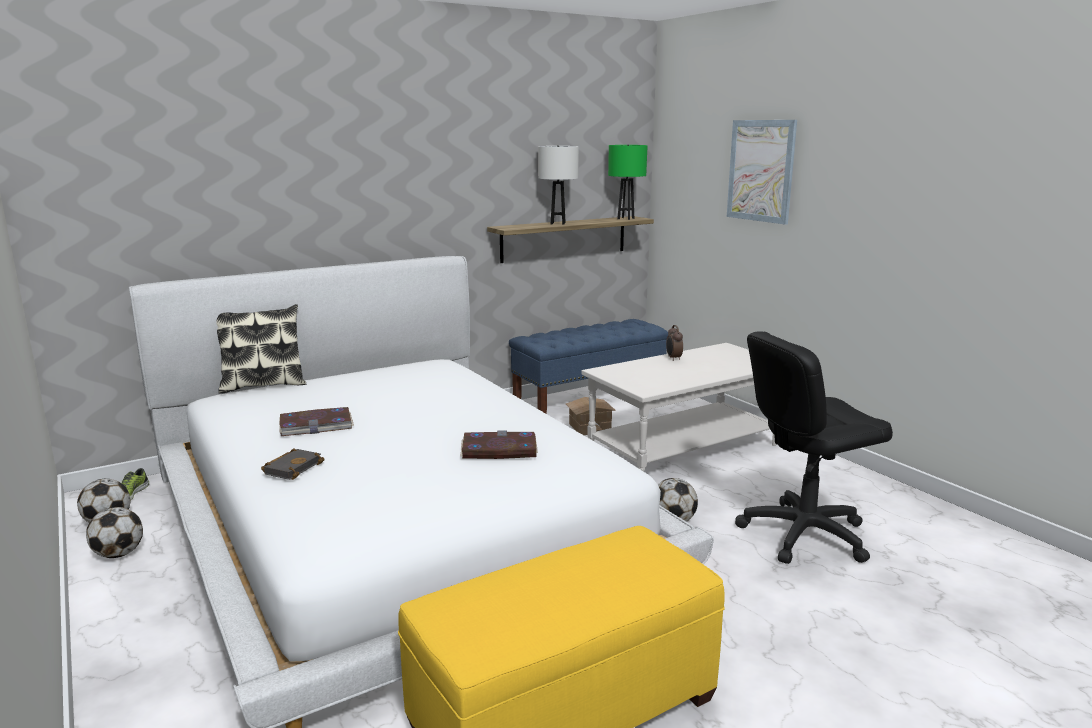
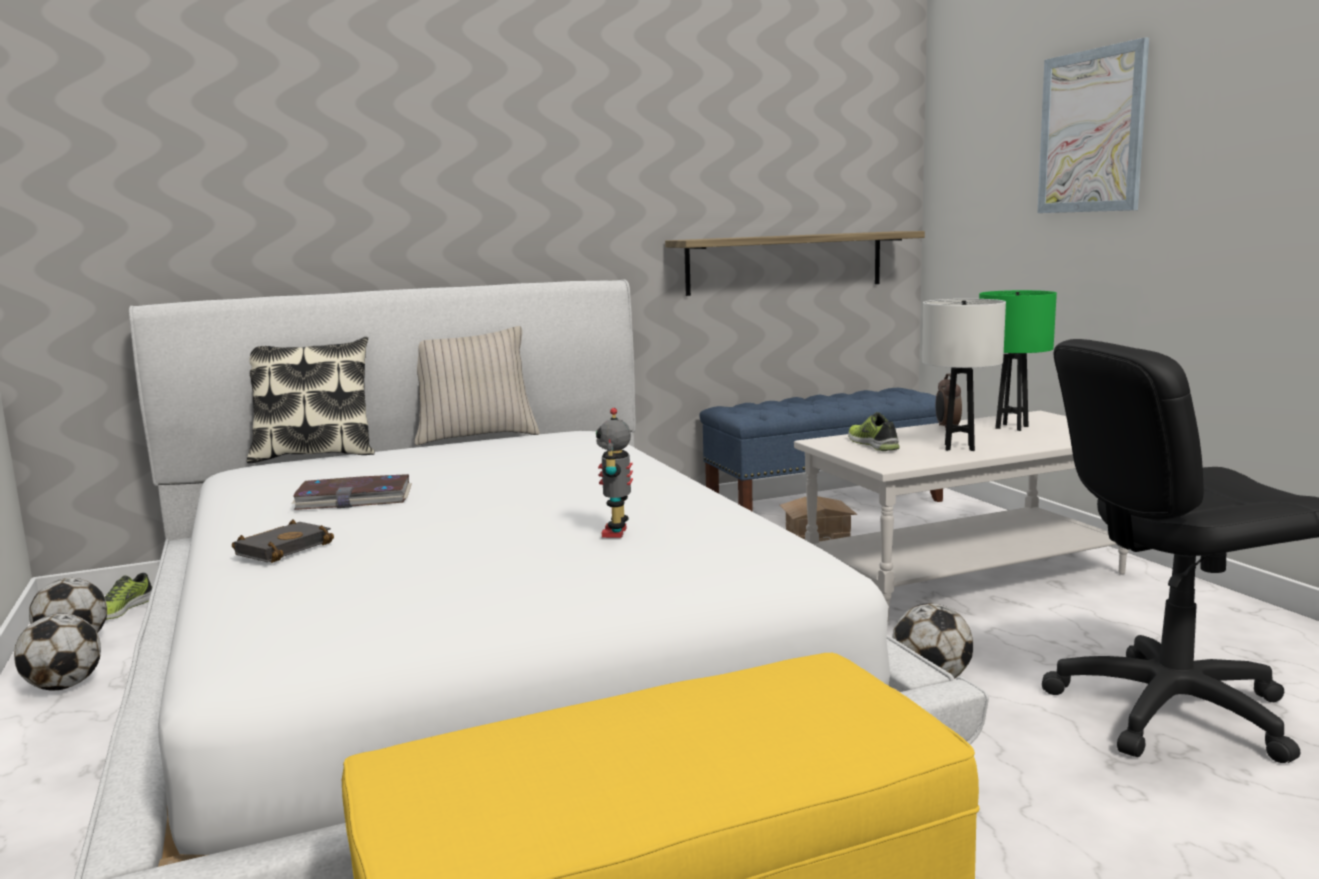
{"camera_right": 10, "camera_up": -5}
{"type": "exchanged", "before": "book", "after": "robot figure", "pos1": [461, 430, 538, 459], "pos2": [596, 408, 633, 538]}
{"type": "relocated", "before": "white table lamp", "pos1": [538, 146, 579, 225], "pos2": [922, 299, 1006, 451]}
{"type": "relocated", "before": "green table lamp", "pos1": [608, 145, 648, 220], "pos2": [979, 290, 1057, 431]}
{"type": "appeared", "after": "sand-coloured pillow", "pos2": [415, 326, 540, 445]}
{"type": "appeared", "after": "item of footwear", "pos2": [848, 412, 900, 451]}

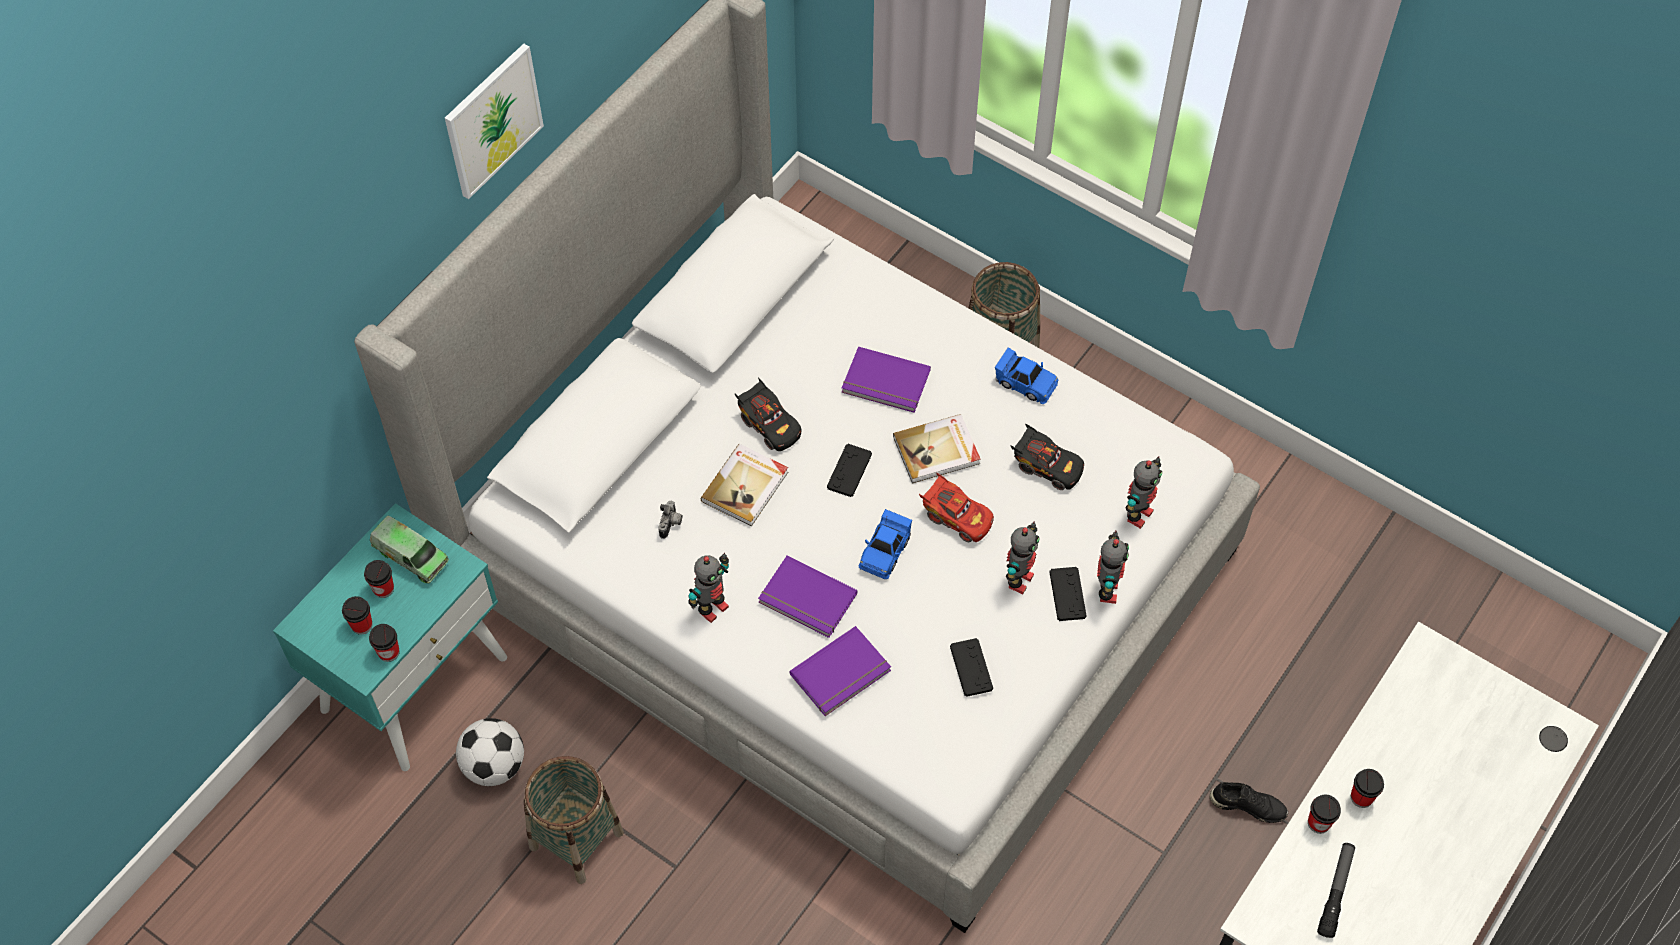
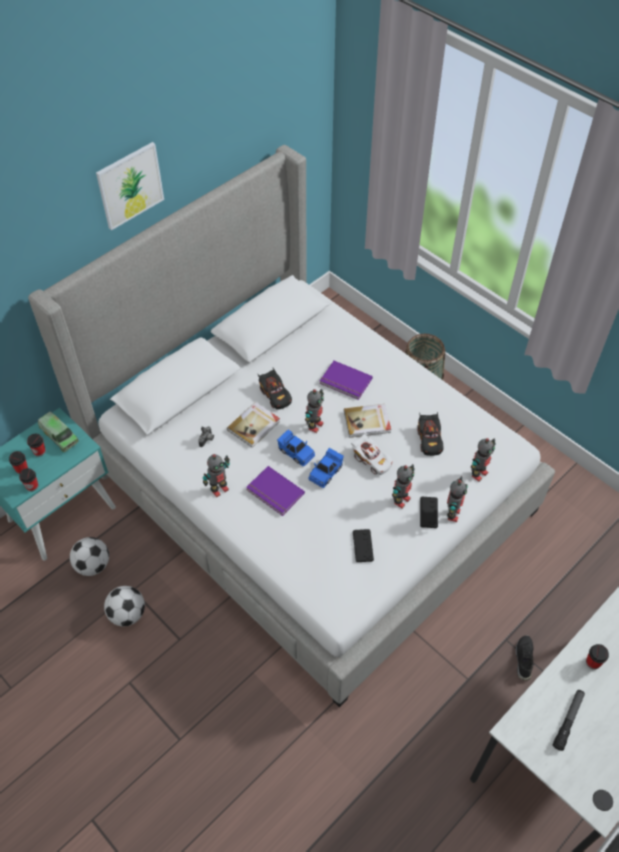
{"camera_right": 10, "camera_up": -5}
{"type": "exchanged", "before": "storage basket", "after": "football", "pos1": [523, 756, 624, 884], "pos2": [104, 586, 145, 626]}
{"type": "missing", "before": "purple-coloured book", "pos1": [789, 626, 891, 716]}
{"type": "exchanged", "before": "blackish gamepad", "after": "robot figure", "pos1": [827, 444, 872, 497], "pos2": [305, 388, 324, 433]}
{"type": "colour", "before": "red model car", "after": "white model car", "pos1": [919, 472, 994, 542], "pos2": [351, 432, 393, 475]}
{"type": "relocated", "before": "blue model car", "pos1": [995, 348, 1058, 404], "pos2": [277, 429, 315, 466]}
{"type": "spun", "before": "blackish model car", "pos1": [1010, 424, 1084, 490], "pos2": [417, 412, 443, 456], "turn": 45}
{"type": "spun", "before": "blackish item of footwear", "pos1": [1210, 782, 1288, 823], "pos2": [515, 635, 534, 681], "turn": -105}
{"type": "missing", "before": "small cup", "pos1": [1308, 795, 1341, 834]}

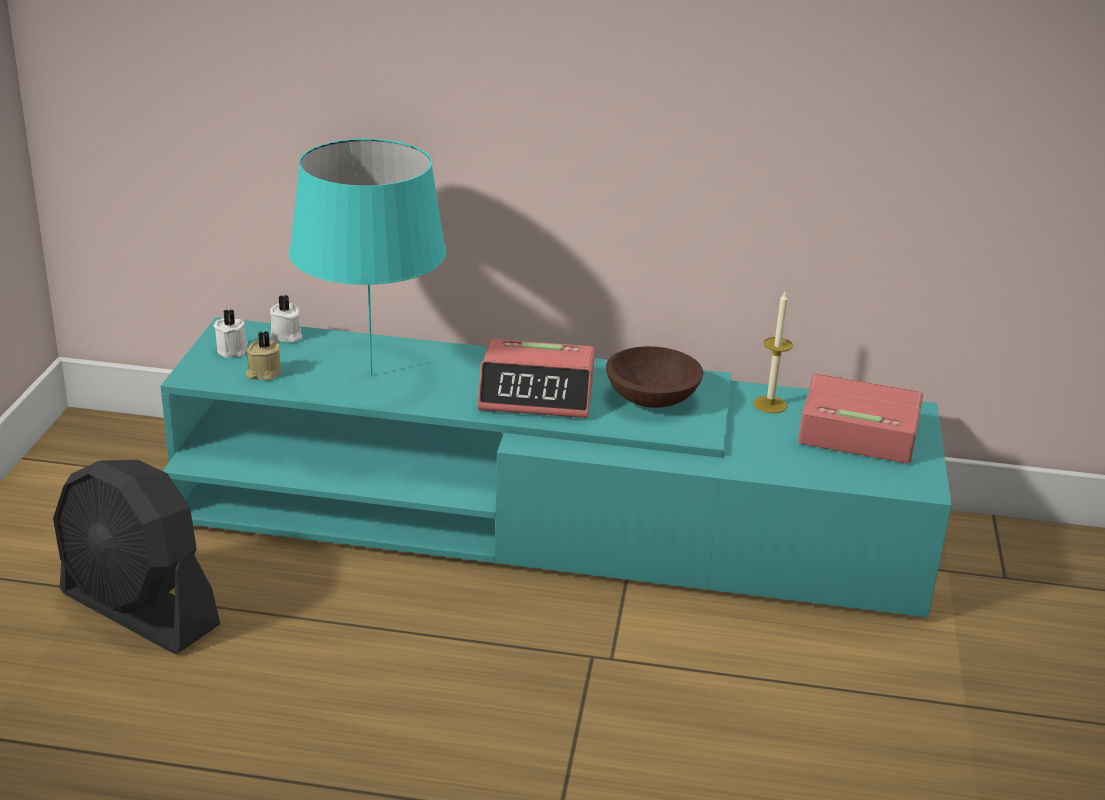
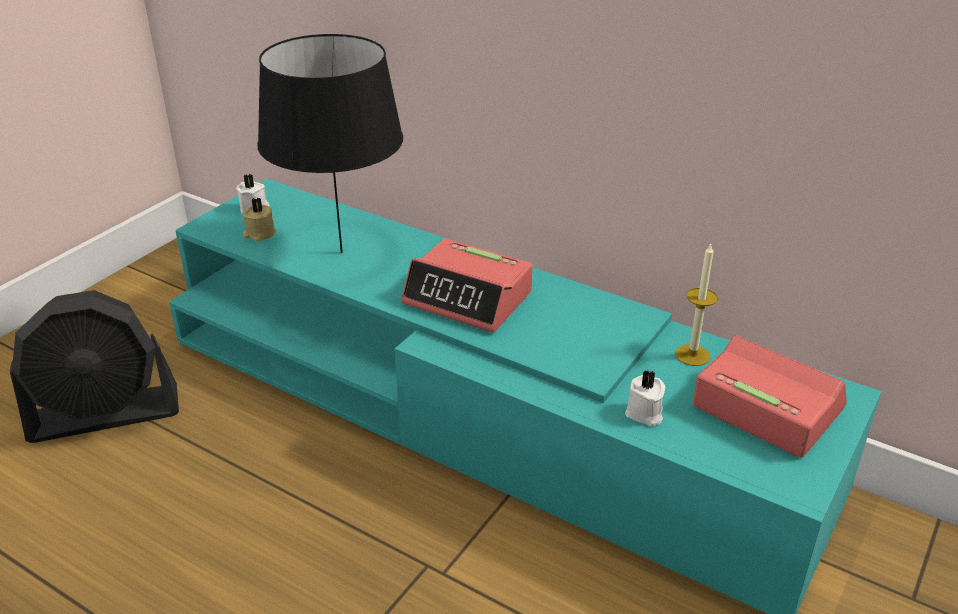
{"camera_right": 25, "camera_up": 5}
{"type": "spun", "before": "blackish fan", "pos1": [53, 460, 220, 654], "pos2": [10, 290, 179, 443], "turn": -75}
{"type": "relocated", "before": "white wax candle", "pos1": [270, 295, 302, 343], "pos2": [625, 370, 665, 426]}
{"type": "colour", "before": "blue-green table lamp", "after": "blackish table lamp", "pos1": [289, 139, 446, 376], "pos2": [257, 34, 403, 253]}
{"type": "missing", "before": "brown-coloured bowl", "pos1": [606, 346, 703, 408]}

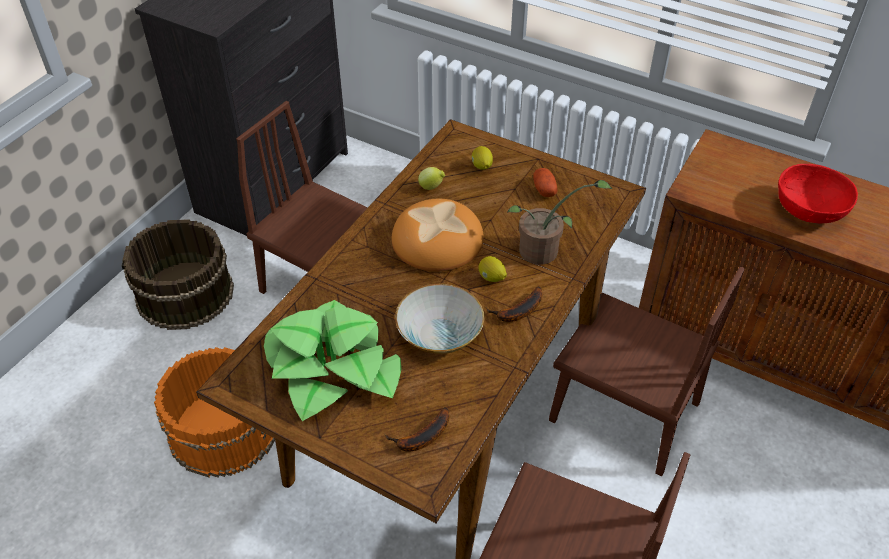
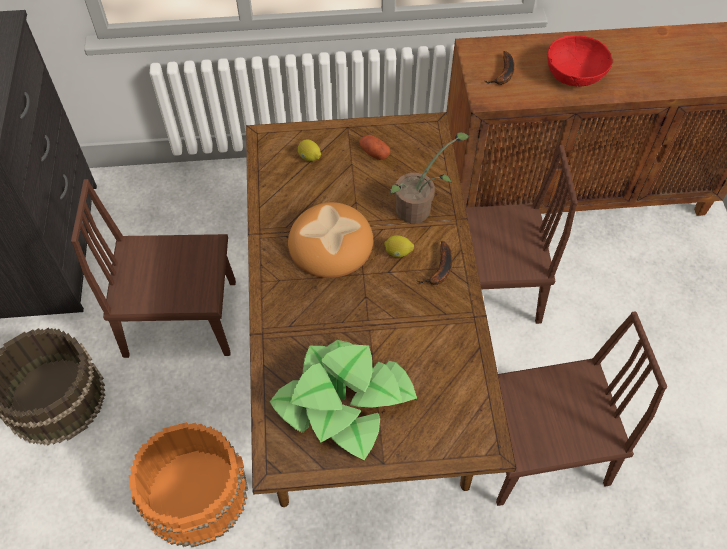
{"camera_right": -35, "camera_up": 10}
{"type": "relocated", "before": "banana fruit", "pos1": [384, 407, 450, 451], "pos2": [485, 51, 514, 85]}
{"type": "missing", "before": "bowl", "pos1": [395, 284, 484, 354]}
{"type": "missing", "before": "whole lemon", "pos1": [418, 167, 445, 190]}

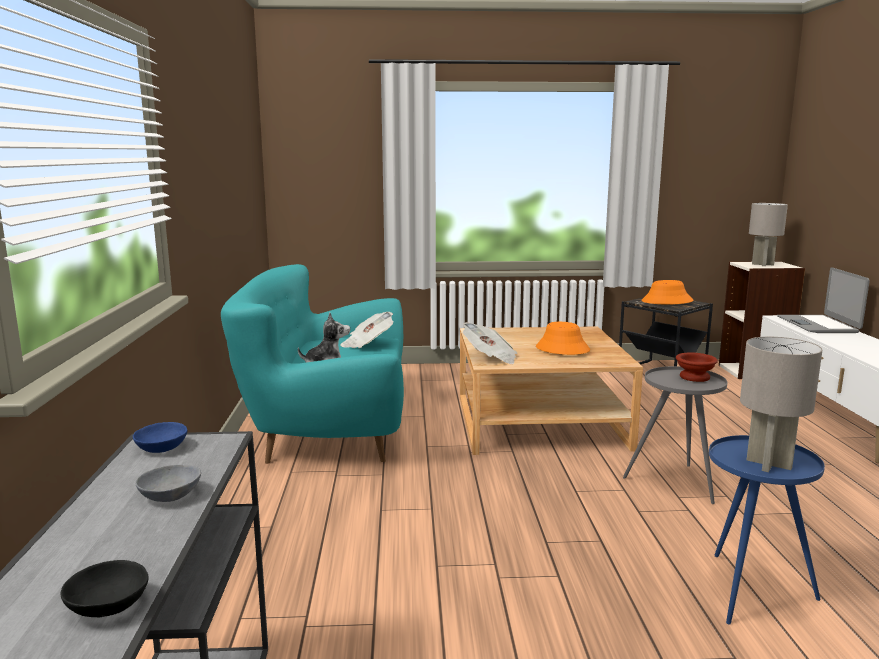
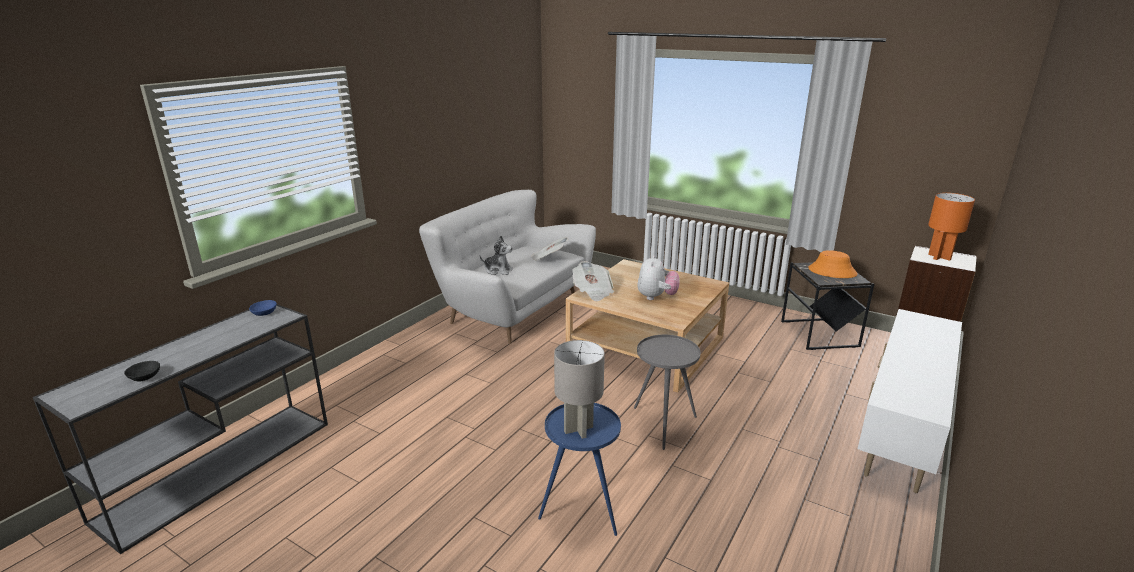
{"camera_right": 35, "camera_up": 10}
{"type": "missing", "before": "grey bowl", "pos1": [135, 465, 201, 502]}
{"type": "colour", "before": "blue-green couch", "after": "white couch", "pos1": [221, 264, 404, 464], "pos2": [419, 190, 596, 344]}
{"type": "exchanged", "before": "orange-coloured clothing hat", "after": "plush toy", "pos1": [536, 322, 590, 355], "pos2": [637, 255, 680, 300]}
{"type": "missing", "before": "brown-coloured bowl", "pos1": [676, 352, 718, 382]}
{"type": "colour", "before": "grey table lamp", "after": "orange-coloured table lamp", "pos1": [749, 203, 788, 266], "pos2": [928, 193, 975, 261]}
{"type": "missing", "before": "notebook computer", "pos1": [777, 267, 870, 333]}

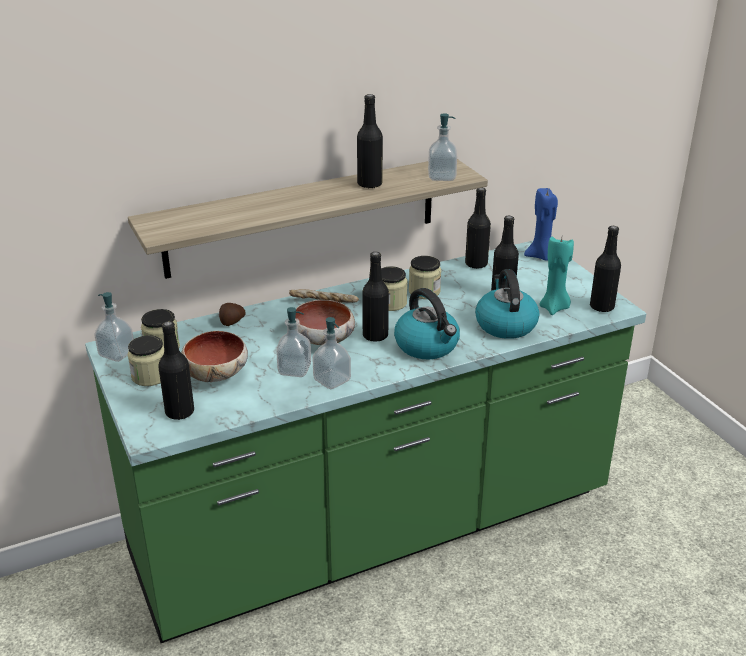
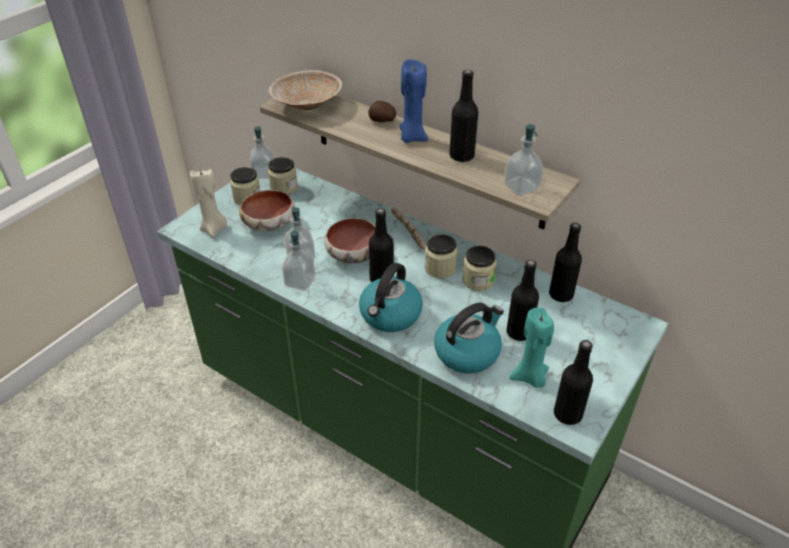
{"camera_right": 60, "camera_up": 10}
{"type": "exchanged", "before": "blackish drink bottle", "after": "sand-coloured wax candle", "pos1": [158, 321, 194, 420], "pos2": [190, 169, 227, 238]}
{"type": "relocated", "before": "spud", "pos1": [219, 303, 246, 326], "pos2": [368, 101, 396, 122]}
{"type": "relocated", "before": "blue wax candle", "pos1": [524, 188, 558, 261], "pos2": [399, 59, 428, 143]}
{"type": "appeared", "after": "sand-coloured bowl", "pos2": [268, 70, 342, 110]}

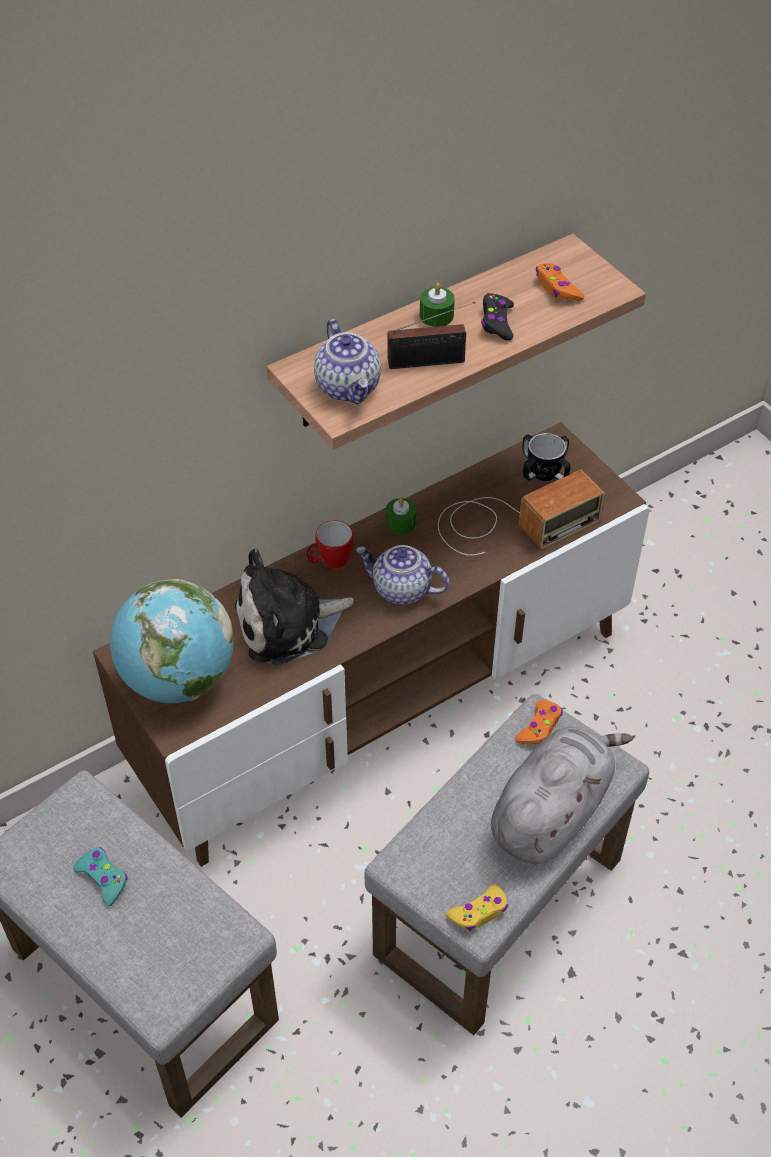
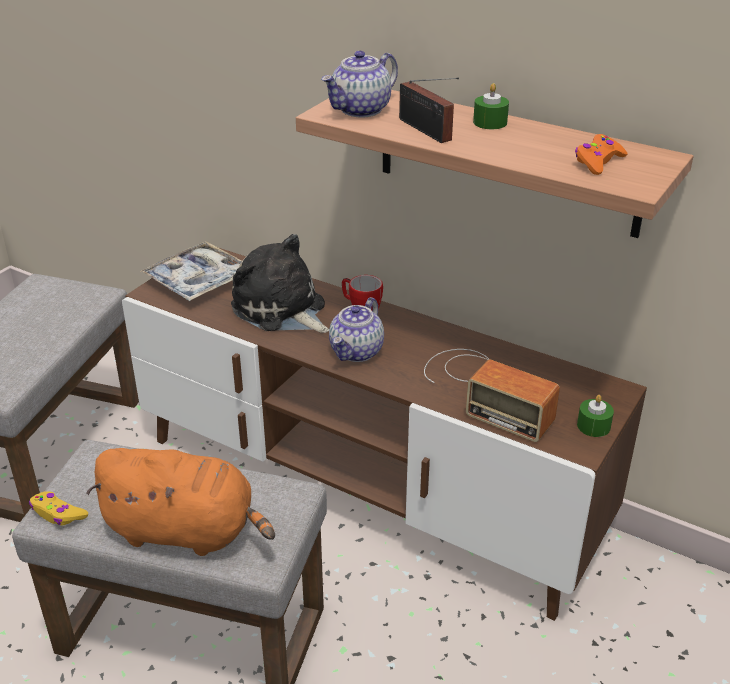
{"camera_right": 65, "camera_up": -15}
{"type": "missing", "before": "blue-green gamepad", "pos1": [73, 847, 128, 906]}
{"type": "exchanged", "before": "world globe", "after": "tray", "pos1": [110, 579, 234, 703], "pos2": [140, 241, 242, 301]}
{"type": "spun", "before": "tea pot", "pos1": [356, 545, 449, 605], "pos2": [329, 297, 384, 362], "turn": -150}
{"type": "relocated", "before": "green wax candle", "pos1": [386, 497, 417, 534], "pos2": [577, 395, 614, 437]}
{"type": "missing", "before": "blackish gamepad", "pos1": [481, 293, 514, 341]}
{"type": "colour", "before": "grey plush toy", "after": "orange-coloured plush toy", "pos1": [491, 727, 632, 864], "pos2": [86, 448, 275, 556]}
{"type": "missing", "before": "orange-coloured gamepad", "pos1": [515, 700, 563, 744]}
{"type": "missing", "before": "tea mug", "pos1": [522, 433, 570, 481]}

